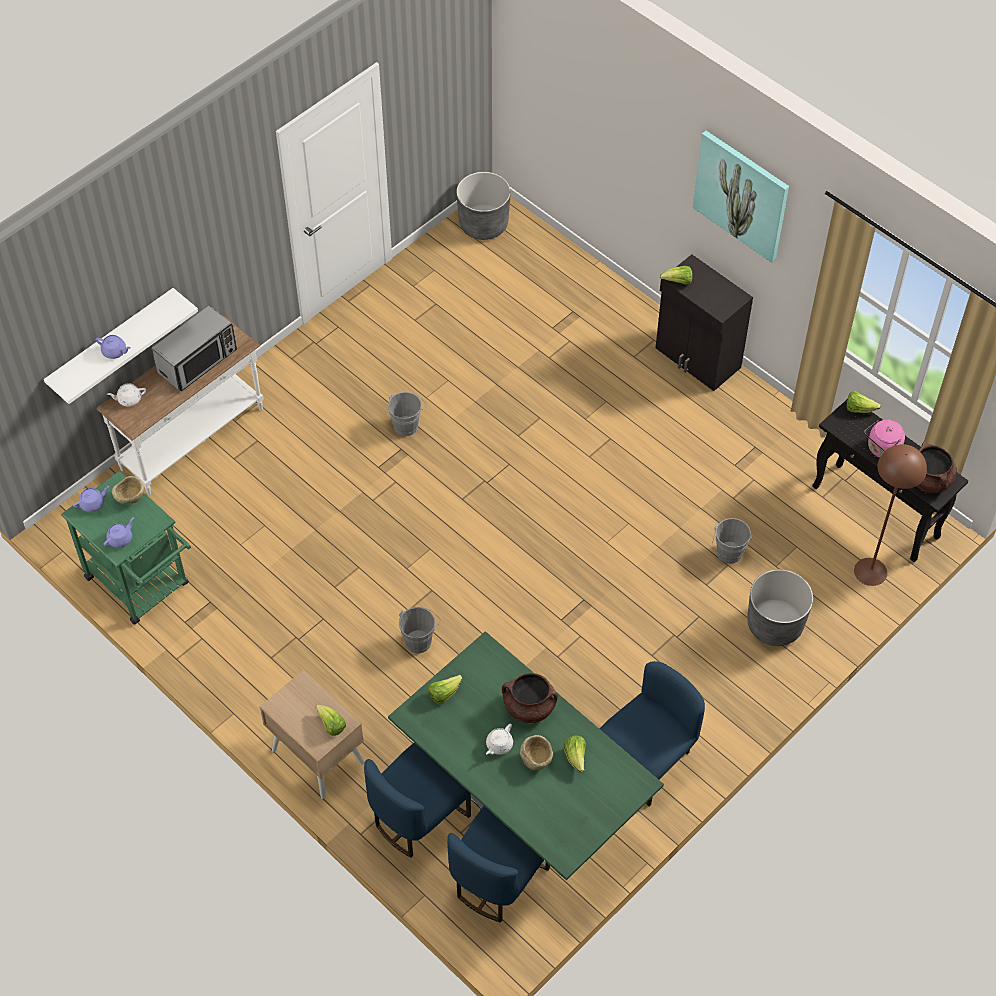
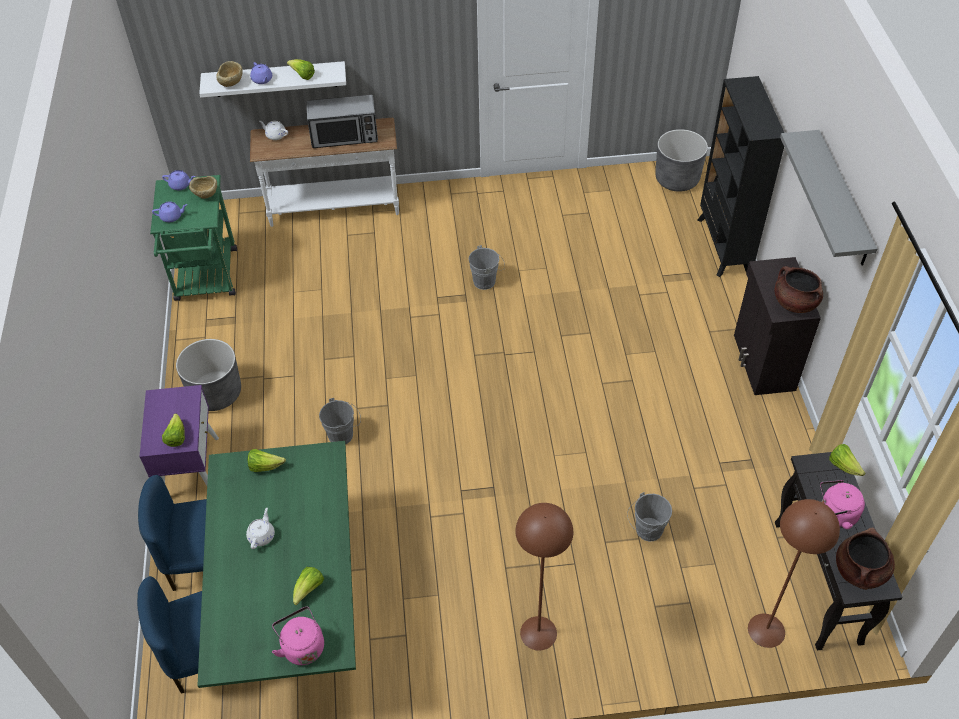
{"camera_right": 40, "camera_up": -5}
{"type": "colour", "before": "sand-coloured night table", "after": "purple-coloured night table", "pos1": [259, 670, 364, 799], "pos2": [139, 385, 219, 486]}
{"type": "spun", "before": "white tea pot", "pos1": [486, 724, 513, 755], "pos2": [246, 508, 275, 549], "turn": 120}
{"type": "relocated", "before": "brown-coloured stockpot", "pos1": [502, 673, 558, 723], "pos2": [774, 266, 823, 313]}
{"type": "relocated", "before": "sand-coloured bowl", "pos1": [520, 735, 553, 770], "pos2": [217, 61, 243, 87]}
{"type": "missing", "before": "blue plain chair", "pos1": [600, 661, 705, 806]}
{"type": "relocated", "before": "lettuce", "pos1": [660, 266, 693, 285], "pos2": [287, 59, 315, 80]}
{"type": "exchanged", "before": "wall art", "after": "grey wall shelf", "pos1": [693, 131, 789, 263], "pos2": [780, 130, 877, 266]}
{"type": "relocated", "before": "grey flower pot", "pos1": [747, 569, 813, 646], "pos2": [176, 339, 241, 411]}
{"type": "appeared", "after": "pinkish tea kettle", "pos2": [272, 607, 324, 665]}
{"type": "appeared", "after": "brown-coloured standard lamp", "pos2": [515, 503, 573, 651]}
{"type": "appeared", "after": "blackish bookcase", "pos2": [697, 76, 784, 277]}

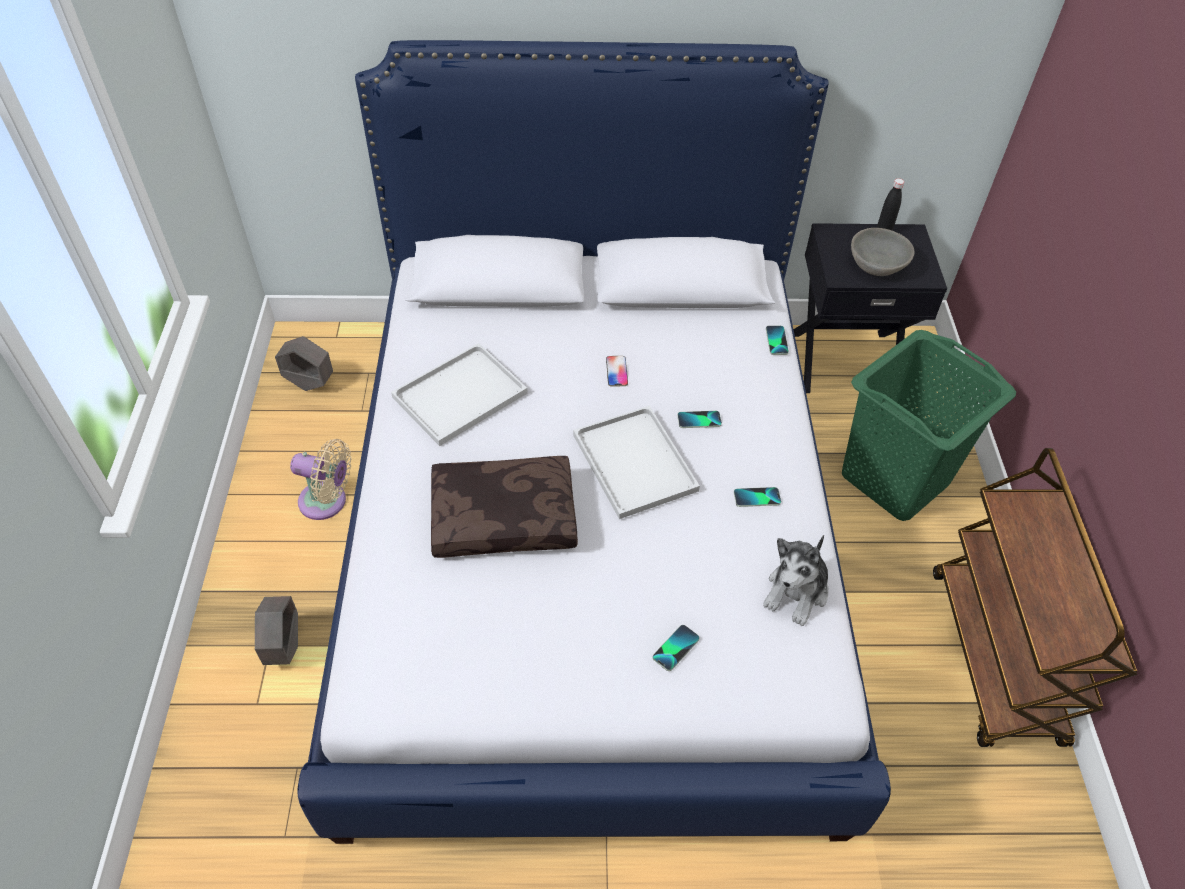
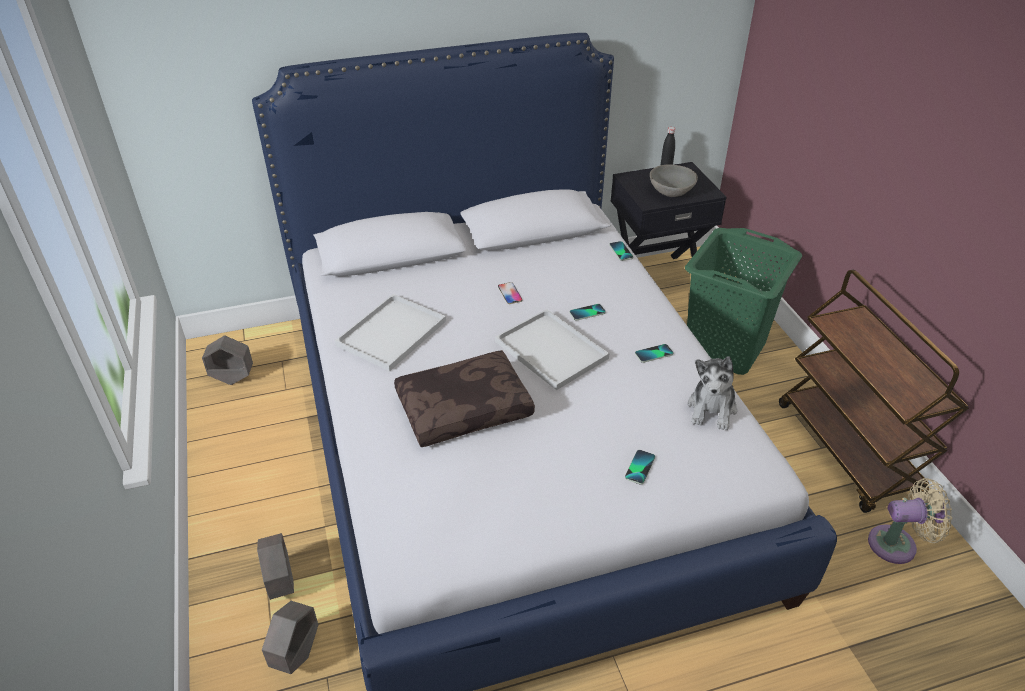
{"camera_right": -15, "camera_up": -10}
{"type": "relocated", "before": "sand-coloured fan", "pos1": [290, 439, 352, 520], "pos2": [868, 478, 952, 564]}
{"type": "appeared", "after": "grey flower pot", "pos2": [262, 601, 318, 674]}

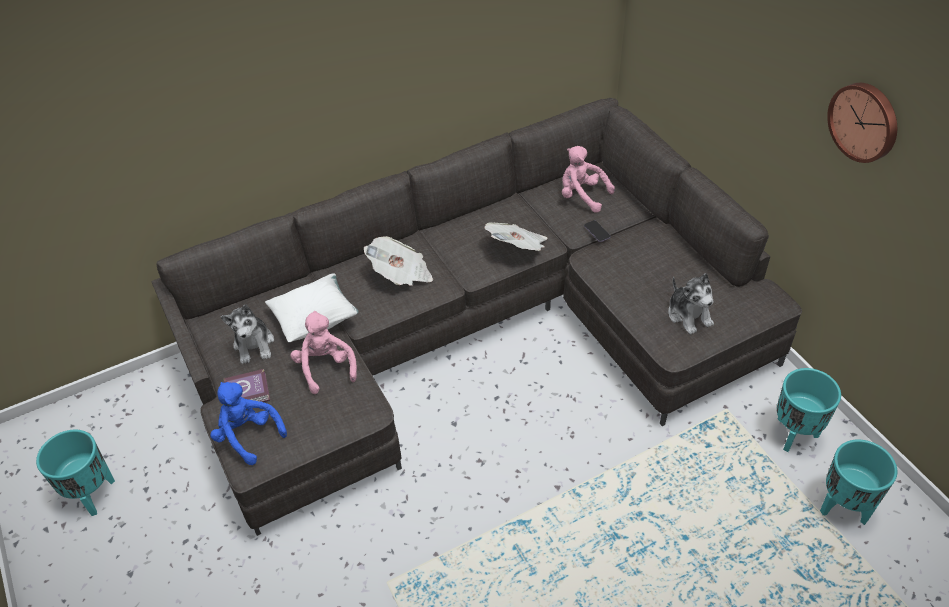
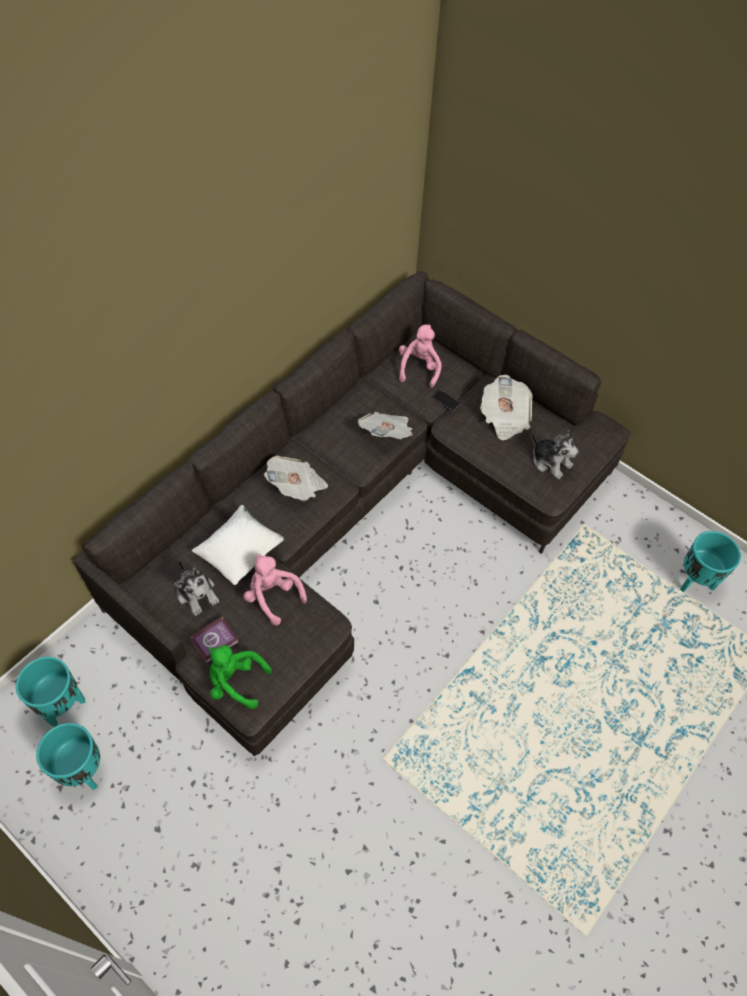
{"camera_right": -25, "camera_up": 10}
{"type": "colour", "before": "blue plush toy", "after": "green plush toy", "pos1": [210, 382, 287, 465], "pos2": [208, 645, 272, 709]}
{"type": "spun", "before": "pinkish plush toy", "pos1": [562, 146, 615, 213], "pos2": [399, 324, 442, 388], "turn": 90}
{"type": "relocated", "before": "blue-green flower pot", "pos1": [777, 368, 841, 452], "pos2": [16, 657, 85, 727]}
{"type": "missing", "before": "hanging clock", "pos1": [827, 83, 897, 163]}
{"type": "appeared", "after": "daily paper", "pos2": [480, 375, 533, 440]}

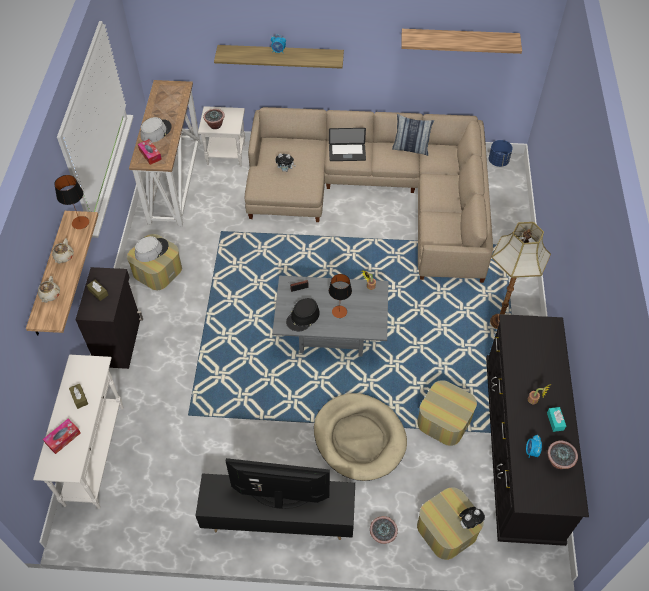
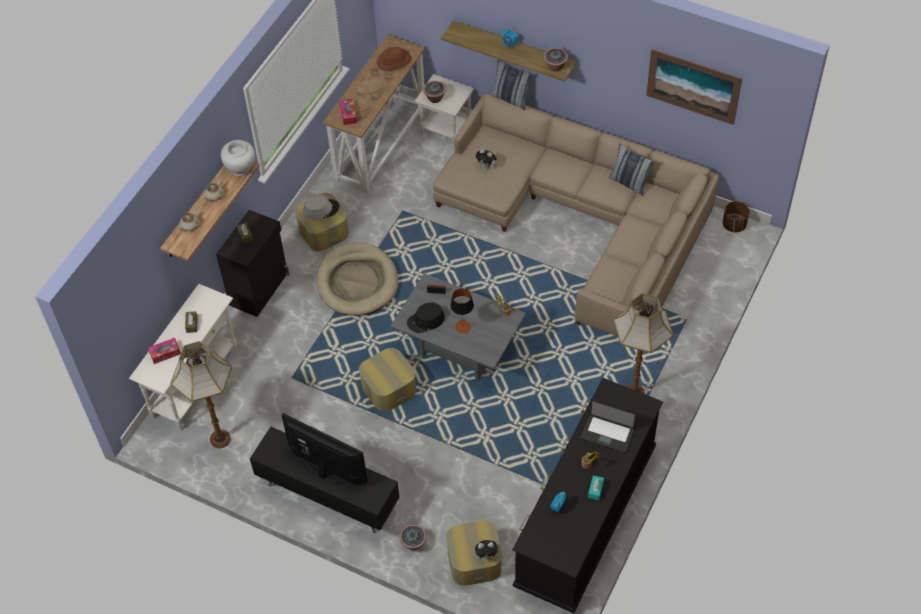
{"camera_right": 25, "camera_up": 0}
{"type": "exchanged", "before": "table lamp", "after": "white decorative vase", "pos1": [54, 175, 89, 229], "pos2": [221, 140, 255, 176]}
{"type": "missing", "before": "grey clothing hat", "pos1": [141, 117, 171, 143]}
{"type": "relocated", "before": "sand-coloured dog bed", "pos1": [314, 393, 407, 481], "pos2": [316, 243, 398, 316]}
{"type": "relocated", "before": "notebook computer", "pos1": [329, 128, 366, 161], "pos2": [581, 400, 637, 453]}
{"type": "exchanged", "before": "wall shelf", "after": "wall art", "pos1": [401, 29, 522, 54], "pos2": [646, 49, 742, 125]}
{"type": "relocated", "before": "ottoman", "pos1": [417, 380, 477, 446], "pos2": [359, 348, 416, 411]}
{"type": "colour", "before": "blue flower pot", "after": "brown-coloured flower pot", "pos1": [489, 140, 513, 167], "pos2": [723, 201, 749, 232]}
{"type": "relocated", "before": "plant in a pot", "pos1": [547, 441, 578, 469], "pos2": [544, 48, 568, 71]}
{"type": "appeared", "after": "standard lamp", "pos2": [170, 341, 232, 448]}
{"type": "appeared", "after": "brown-coloured clothing hat", "pos2": [377, 47, 411, 71]}
{"type": "appeared", "after": "pillow", "pos2": [490, 59, 533, 110]}

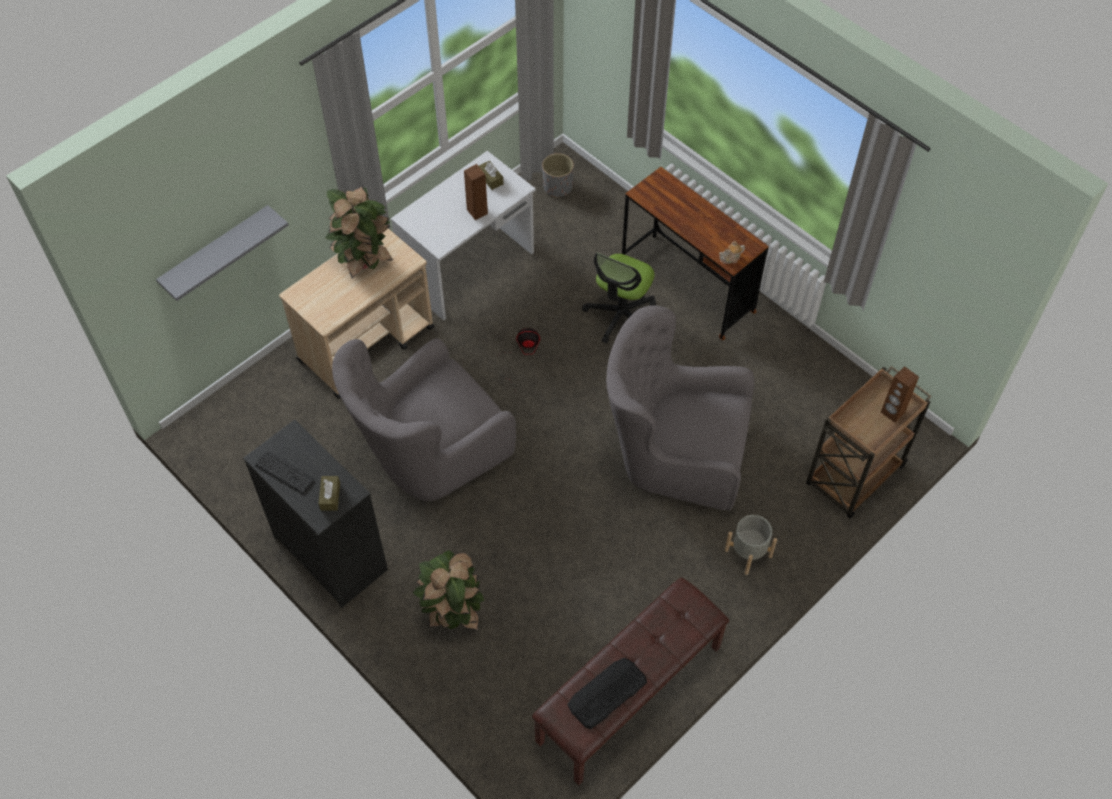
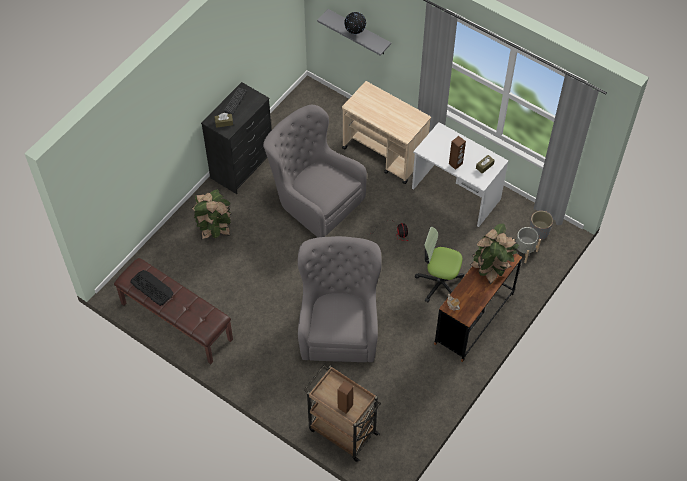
{"camera_right": 80, "camera_up": 0}
{"type": "relocated", "before": "plant in a pot", "pos1": [325, 186, 393, 278], "pos2": [470, 223, 519, 284]}
{"type": "relocated", "before": "grey flower pot", "pos1": [725, 515, 777, 575], "pos2": [513, 227, 541, 263]}
{"type": "appeared", "after": "world globe", "pos2": [344, 12, 366, 34]}

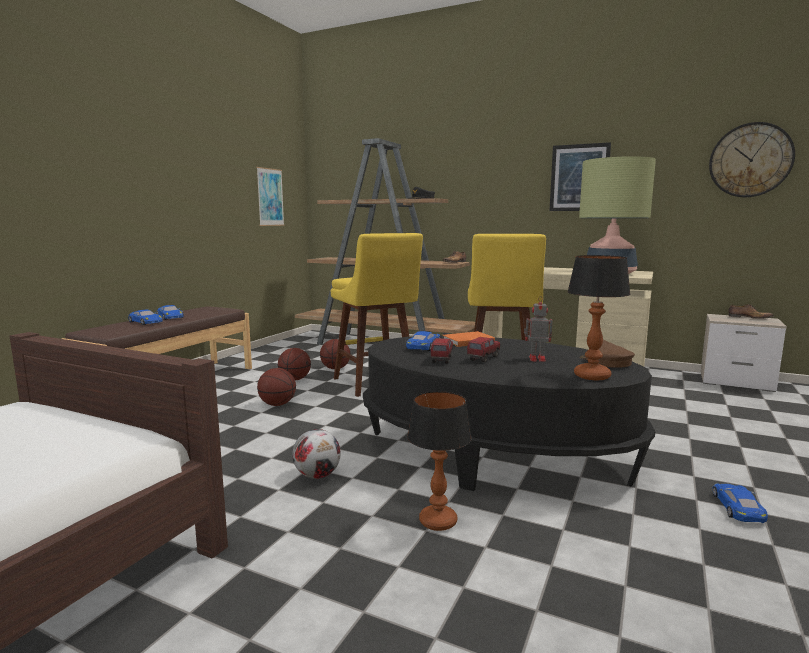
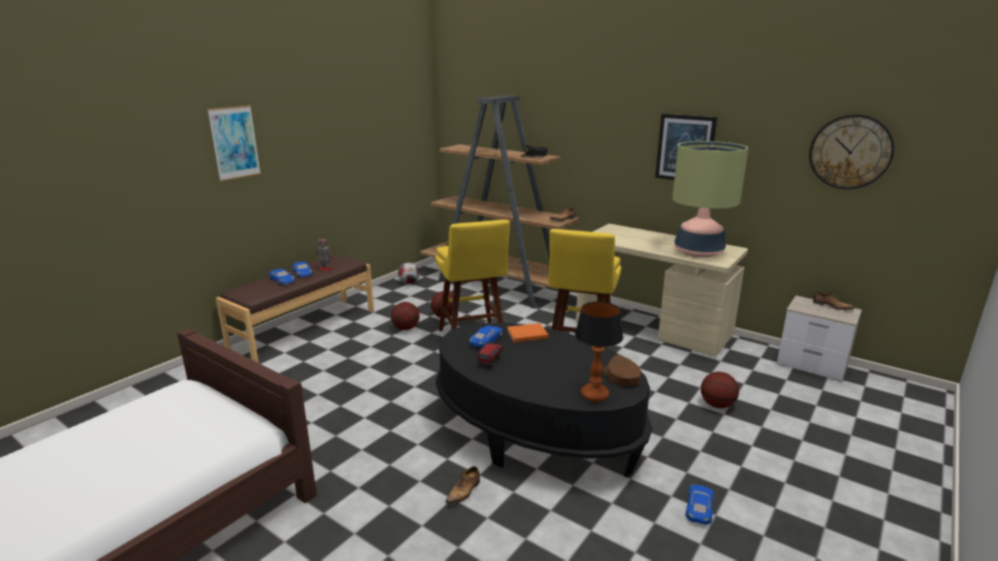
{"camera_right": 10, "camera_up": 10}
{"type": "relocated", "before": "wall art", "pos1": [256, 167, 285, 226], "pos2": [207, 106, 261, 181]}
{"type": "relocated", "before": "ball for basketball", "pos1": [257, 368, 296, 406], "pos2": [701, 372, 739, 408]}
{"type": "relocated", "before": "football", "pos1": [292, 429, 340, 479], "pos2": [398, 262, 420, 284]}
{"type": "exchanged", "before": "table lamp", "after": "item of footwear", "pos1": [407, 391, 472, 531], "pos2": [445, 466, 480, 505]}
{"type": "missing", "before": "toy truck", "pos1": [467, 337, 500, 363]}
{"type": "relocated", "before": "robot figure", "pos1": [524, 296, 553, 362], "pos2": [315, 235, 333, 271]}

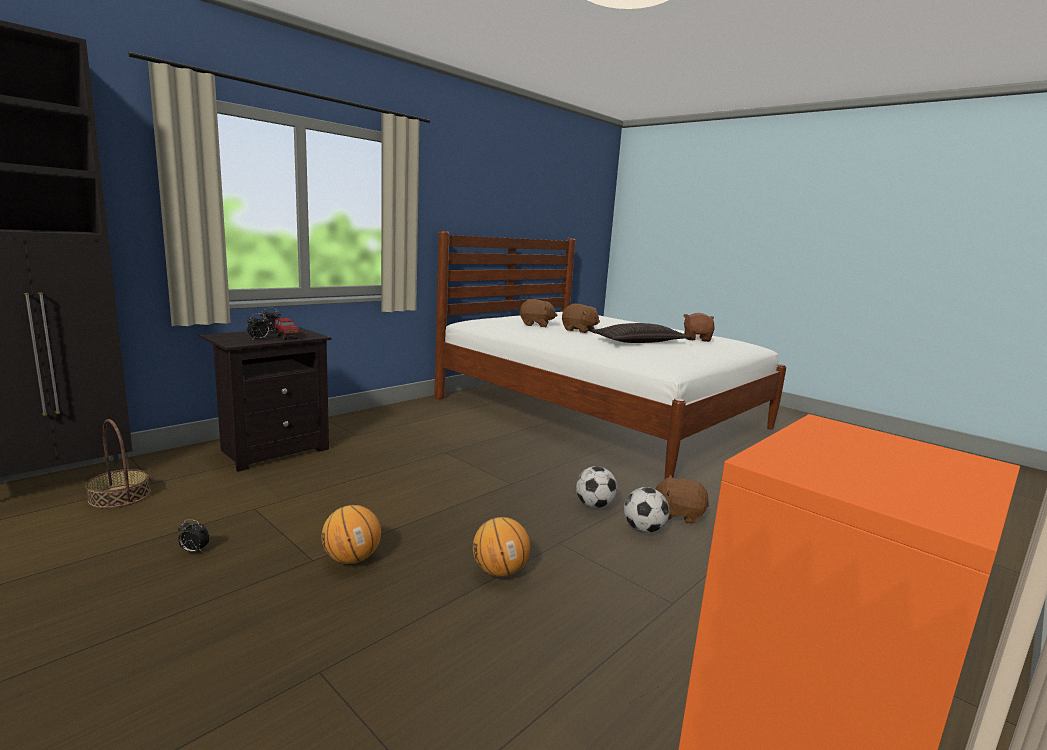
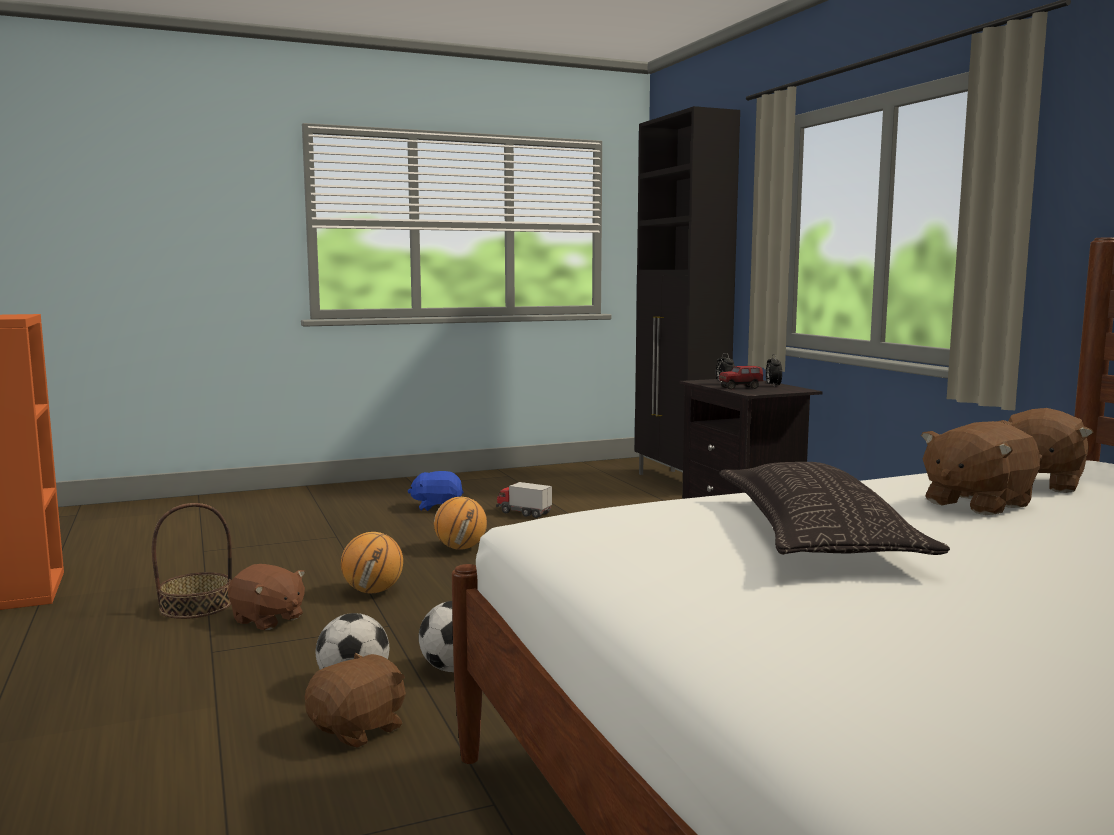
{"camera_right": 115, "camera_up": -5}
{"type": "relocated", "before": "storage basket", "pos1": [85, 419, 151, 508], "pos2": [152, 503, 232, 619]}
{"type": "exchanged", "before": "bedside clock", "after": "toy truck", "pos1": [178, 519, 210, 553], "pos2": [496, 482, 552, 518]}
{"type": "relocated", "before": "brown-coloured plush toy", "pos1": [683, 313, 715, 342], "pos2": [228, 564, 305, 630]}
{"type": "appeared", "after": "blue plush toy", "pos2": [407, 471, 464, 511]}

